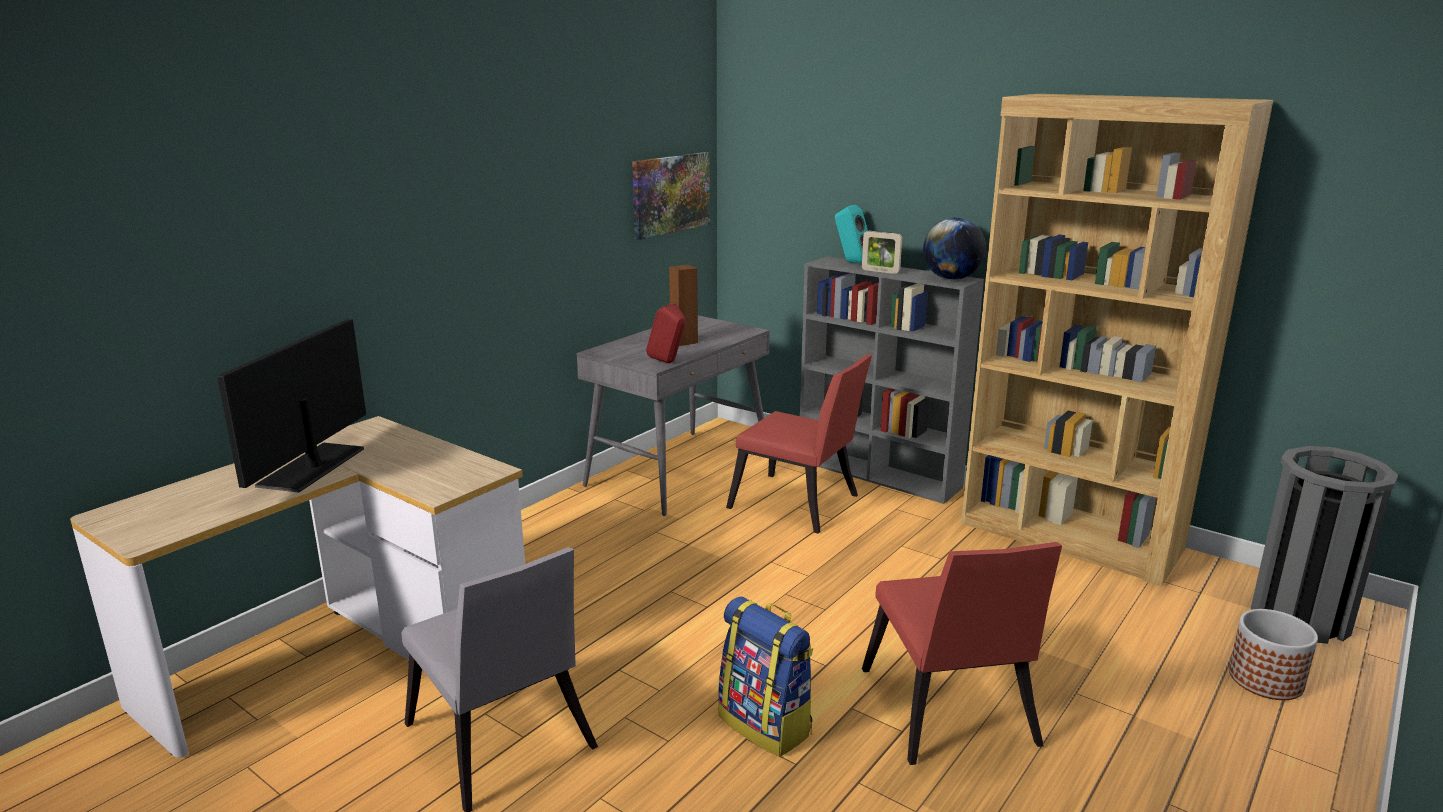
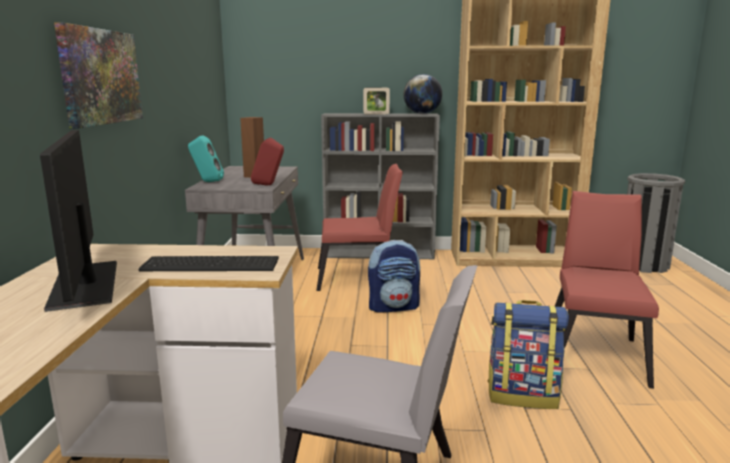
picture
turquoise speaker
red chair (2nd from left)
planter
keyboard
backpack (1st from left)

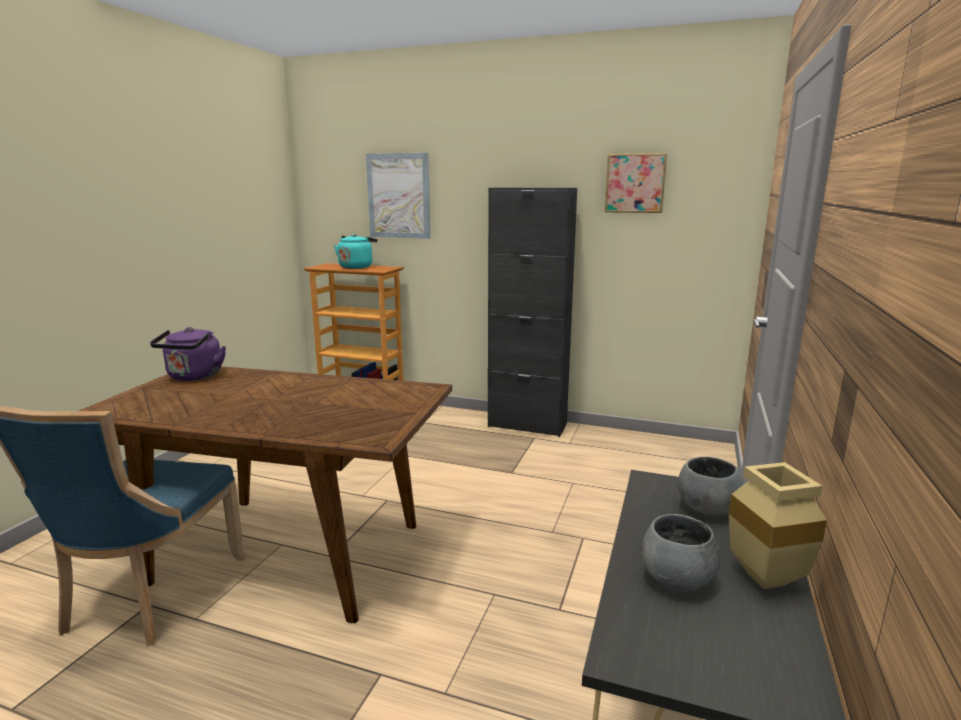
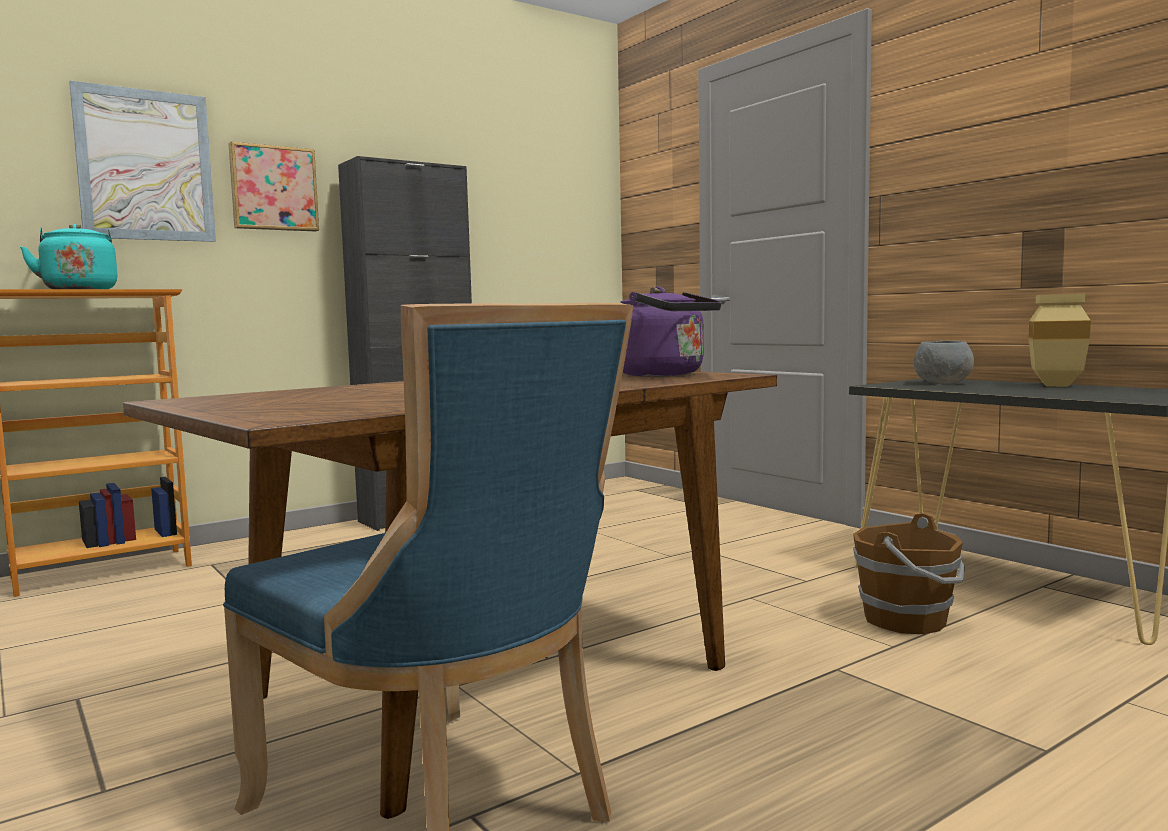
purple kettle
picture (2nd from left)
grey bowl (1st from left in the first image)
brown bucket

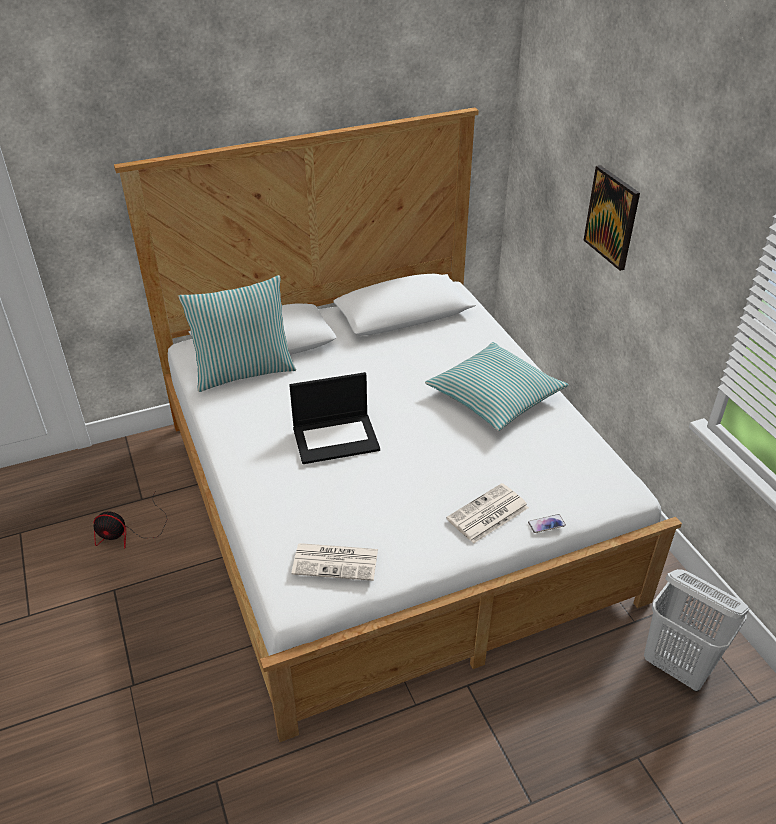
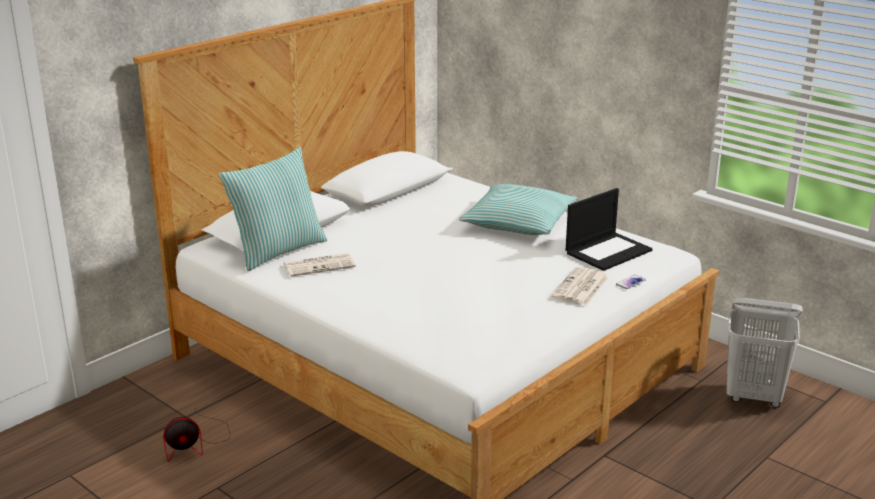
laptop
newspaper (1st from left)
picture

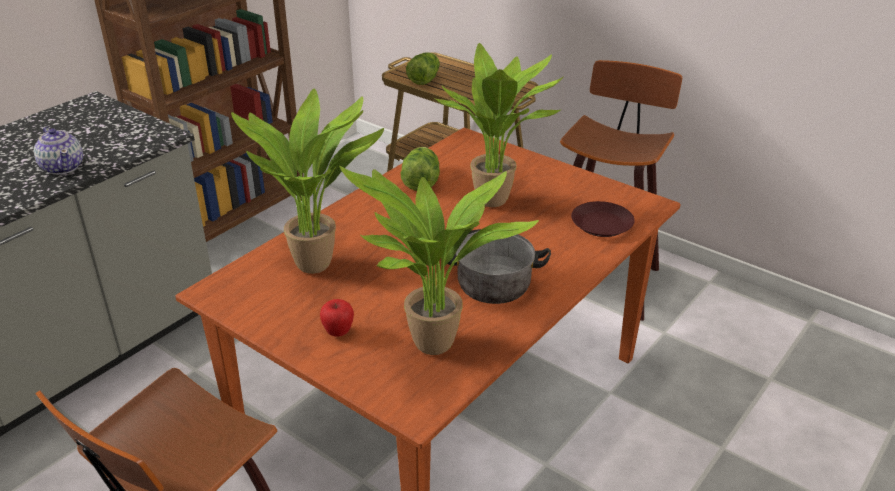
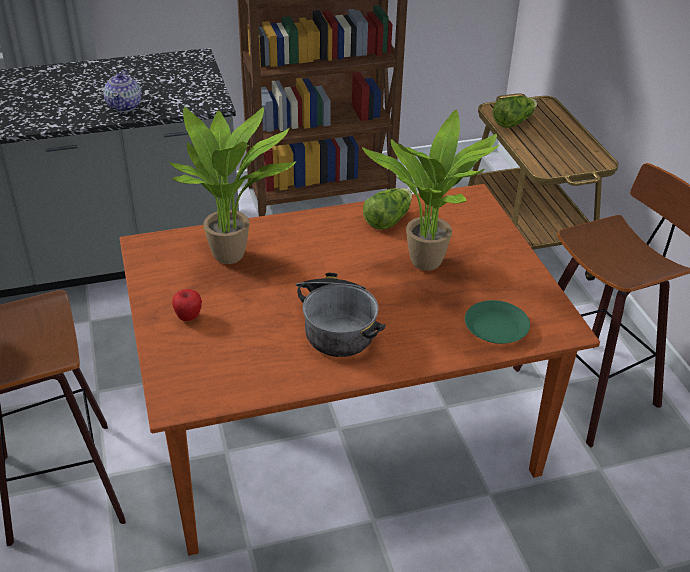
potted plant (2nd from left in the first image)
green plate

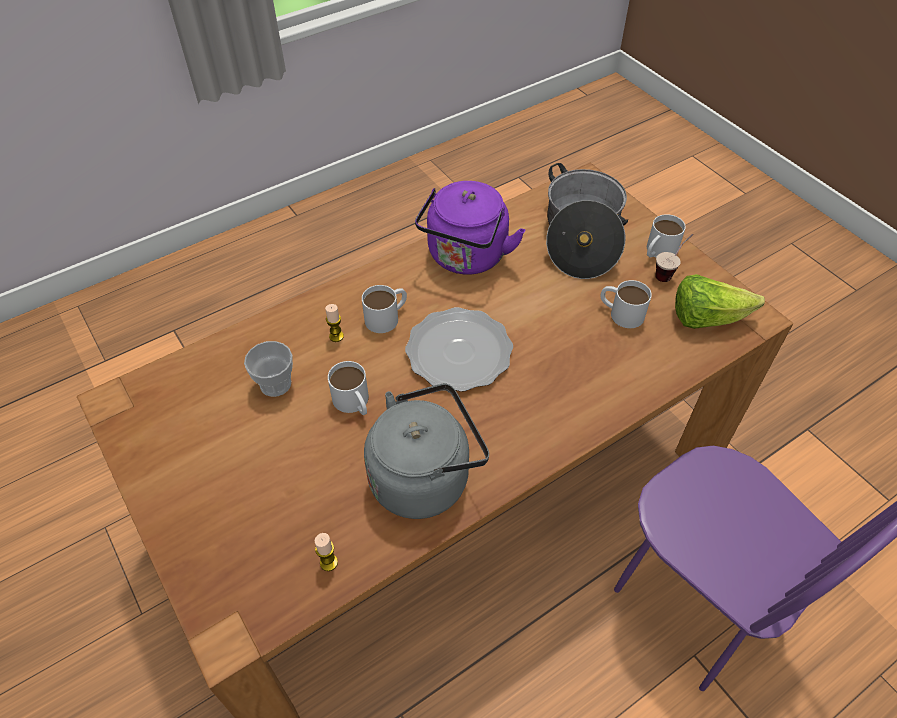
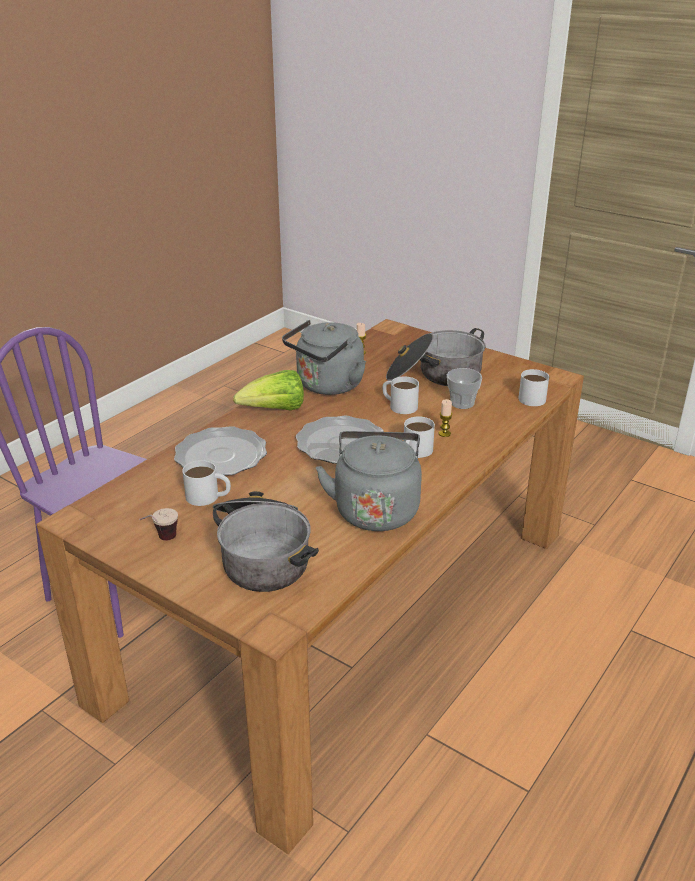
grey kettle (2nd from left)
white mug (4th from left)
lettuce
plate (1st from left)
cooking pot (2nd from left)

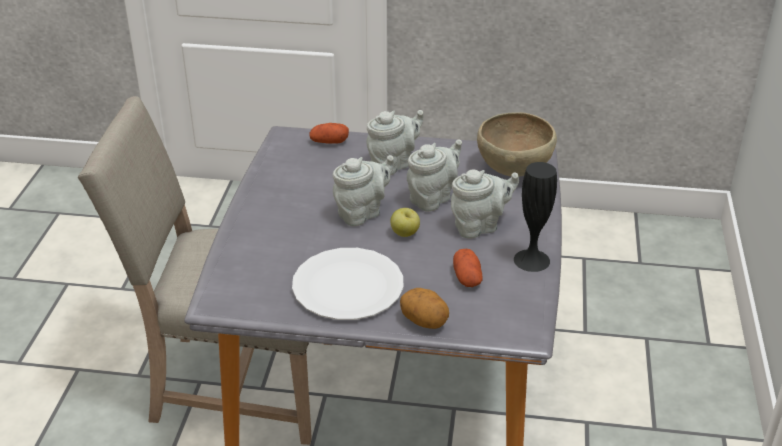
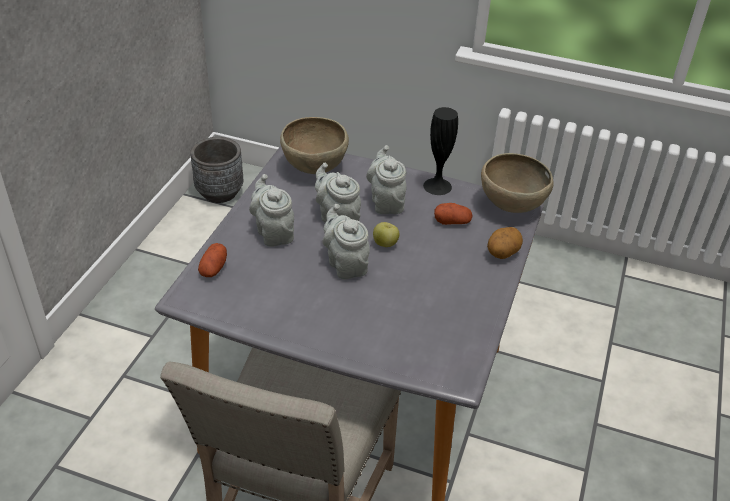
white plate
grey planter
brown bowl (2nd from left)

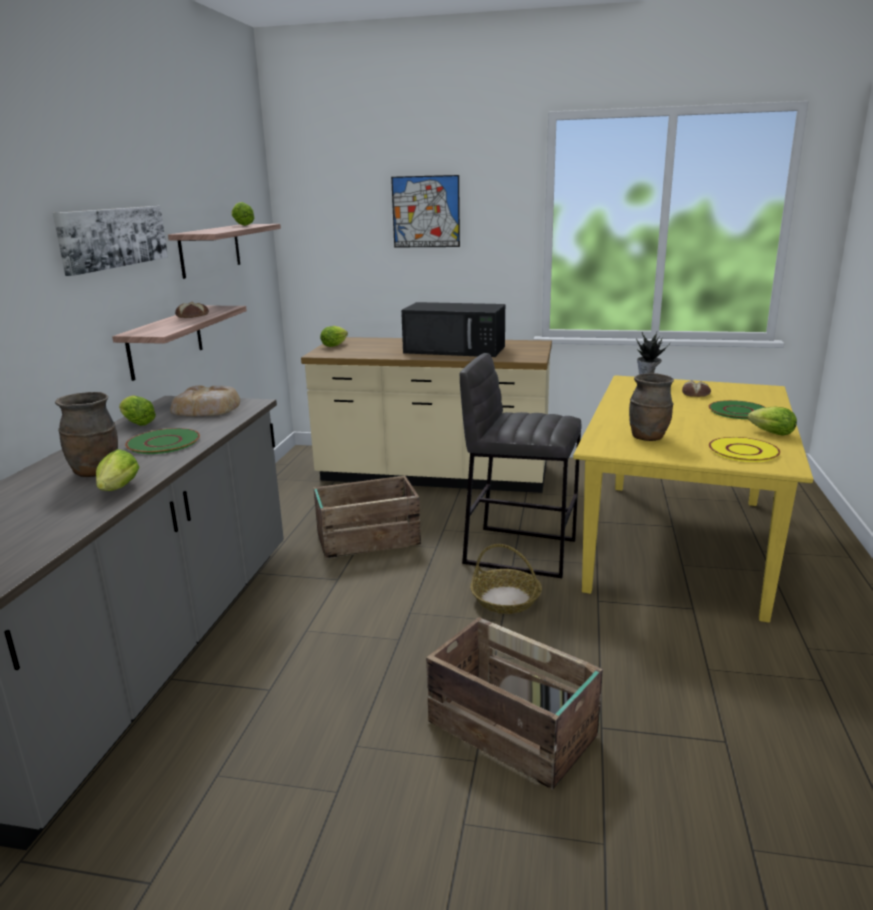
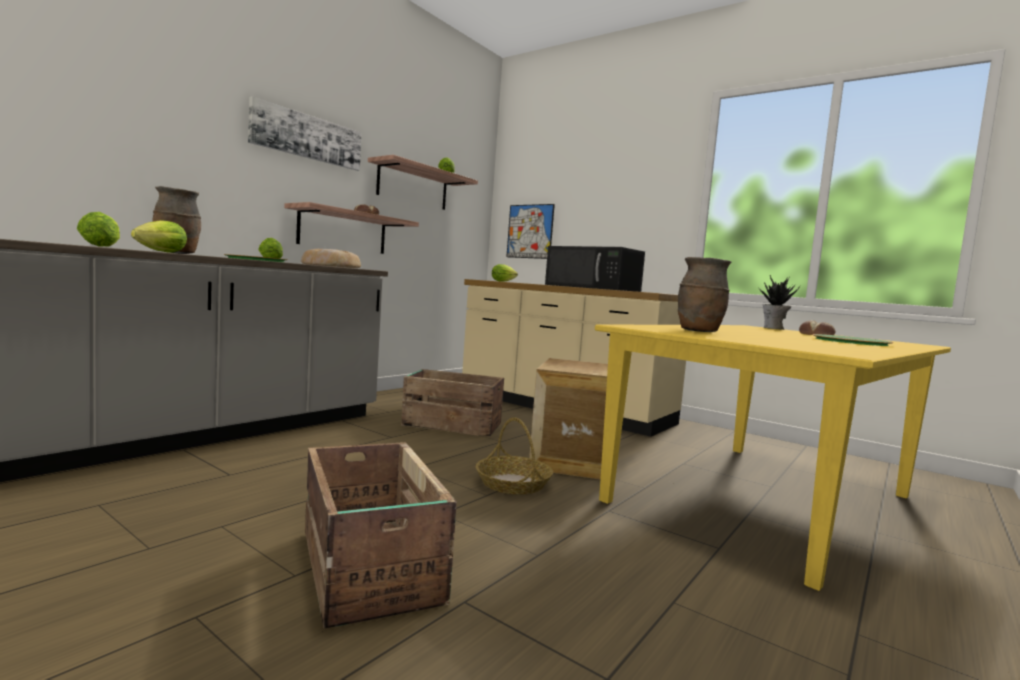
picture (2nd from left)
crate (3rd from left)
yellow plate
lettuce (1st from left)

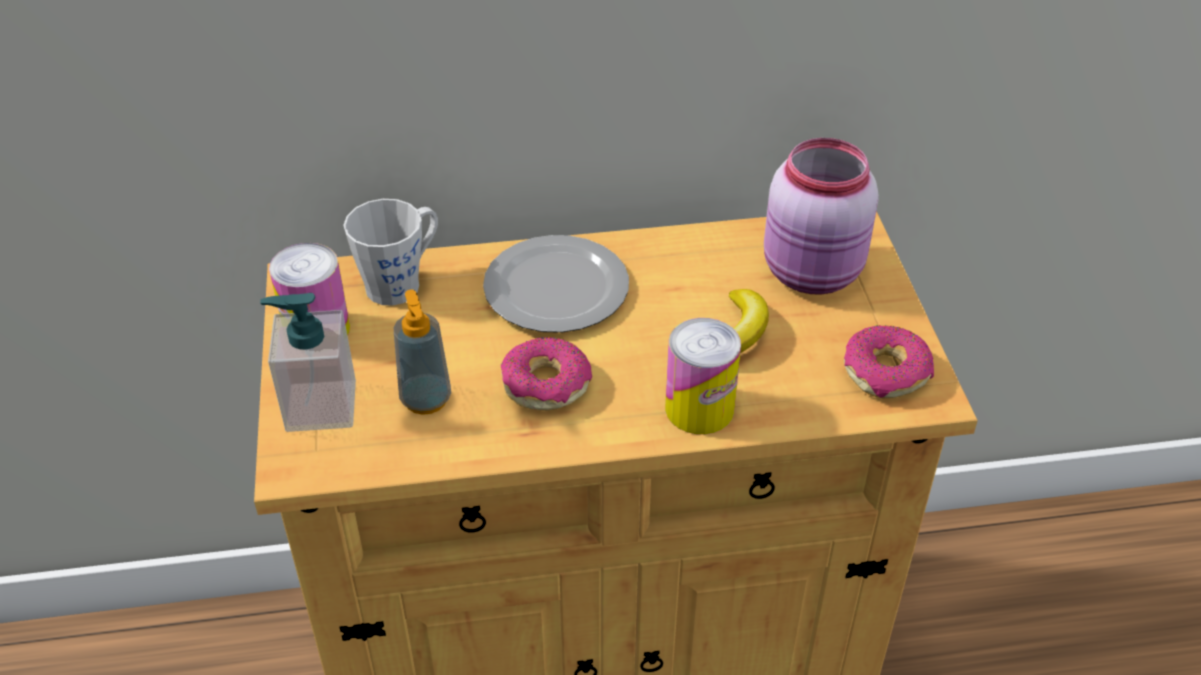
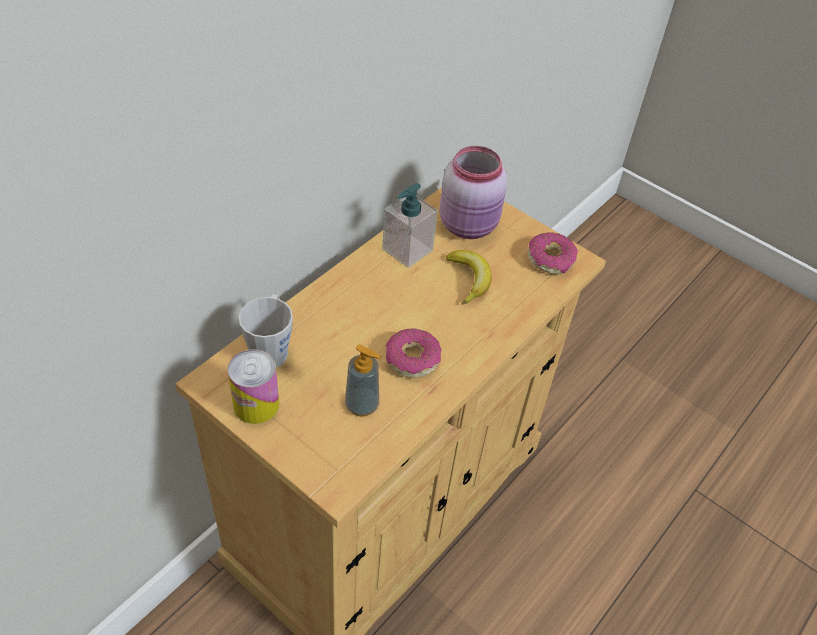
soap dispenser (2nd from left)
plate
can (2nd from left in the first image)

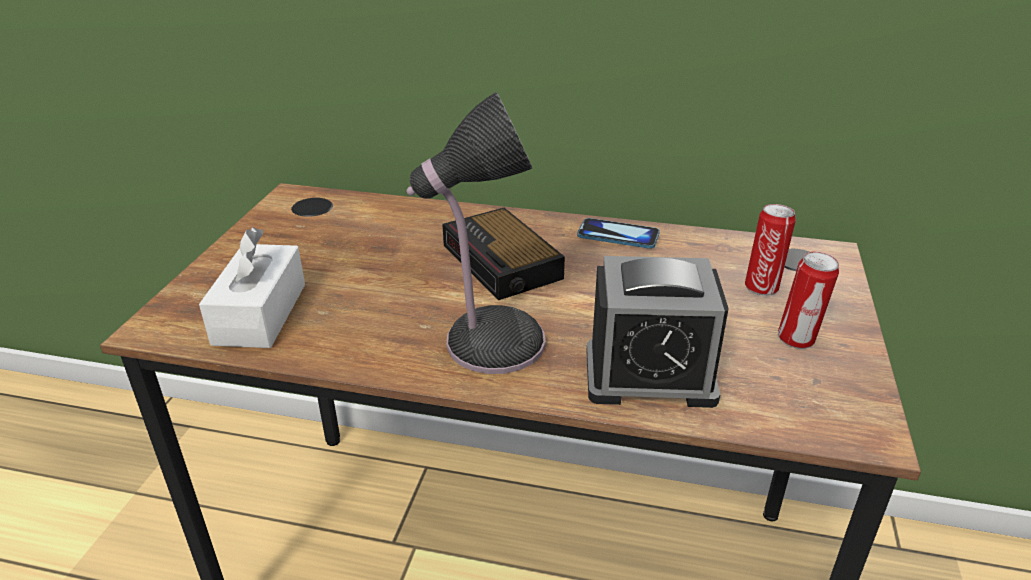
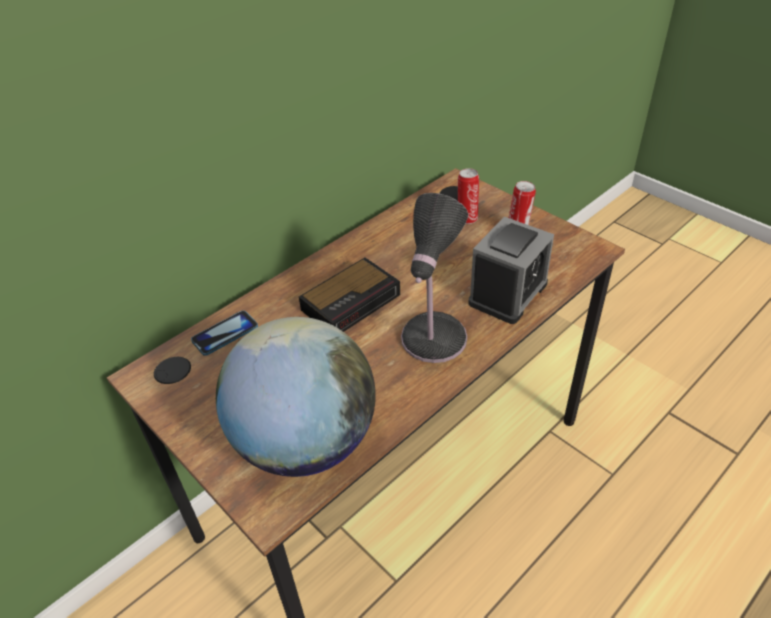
globe
alarm clock (1st from left)
phone

